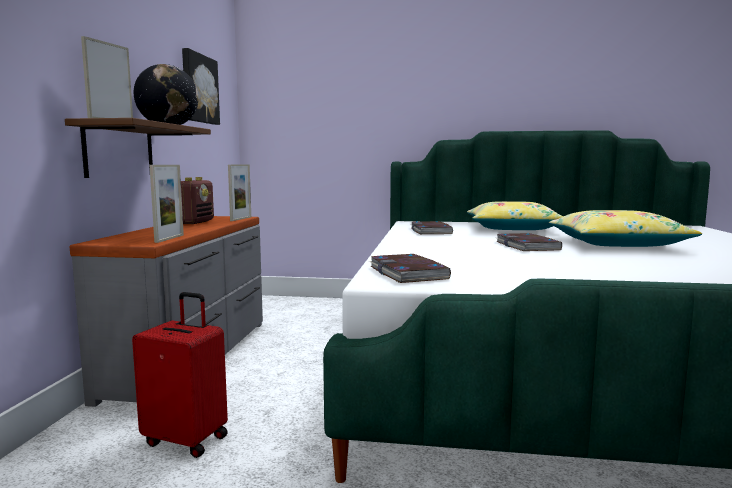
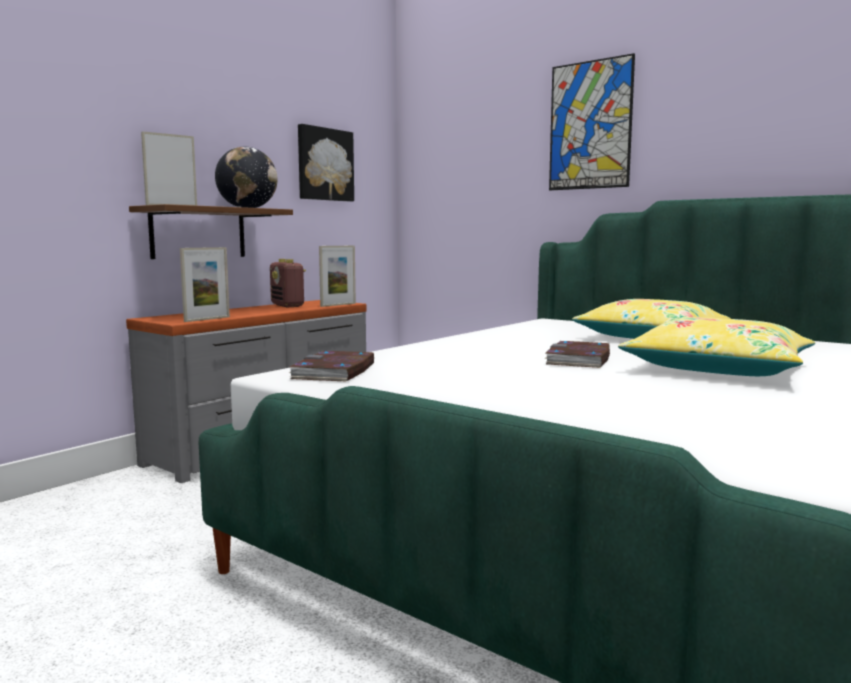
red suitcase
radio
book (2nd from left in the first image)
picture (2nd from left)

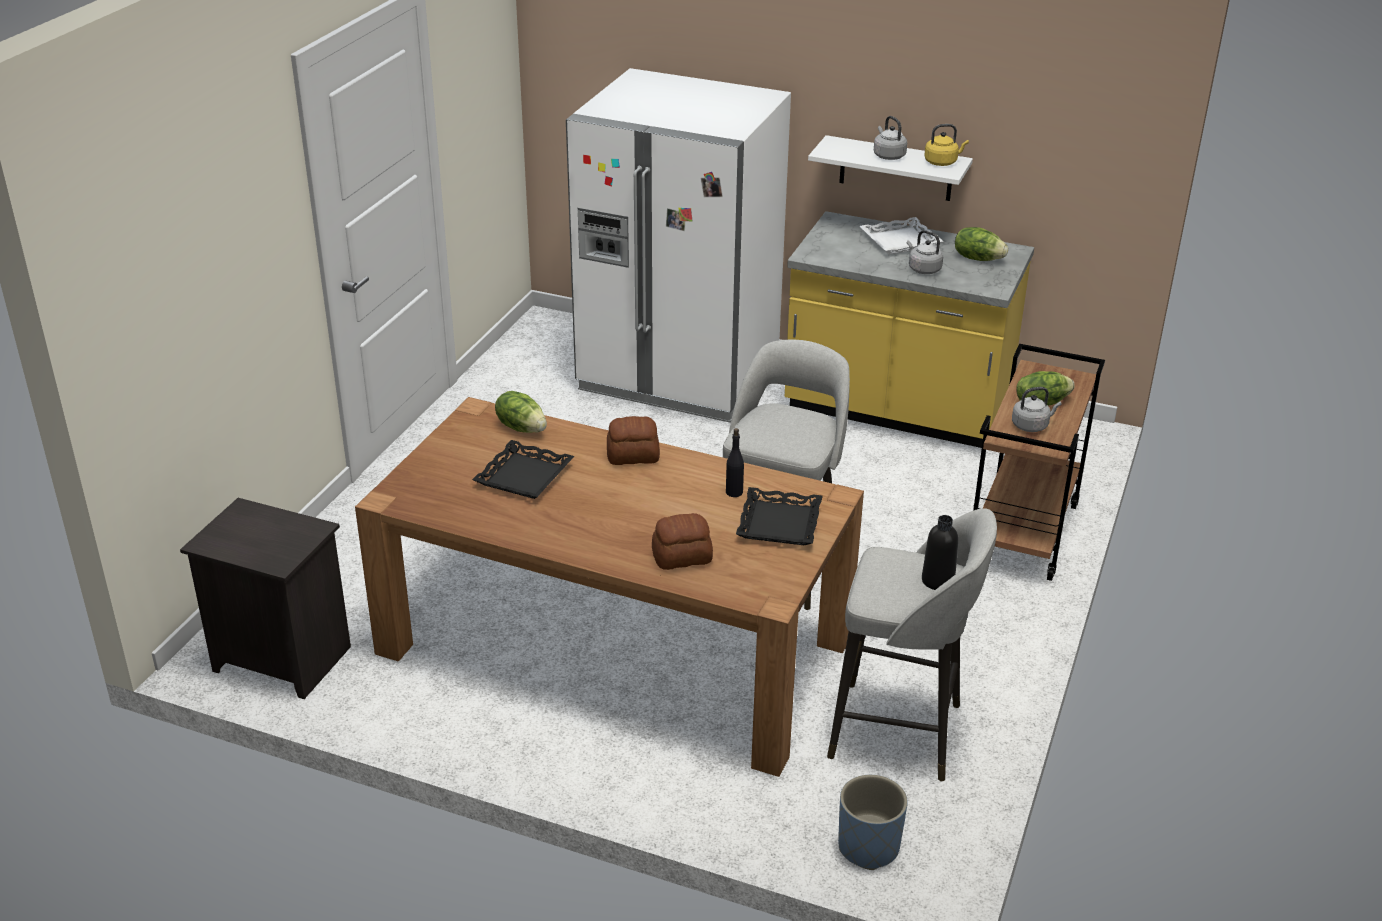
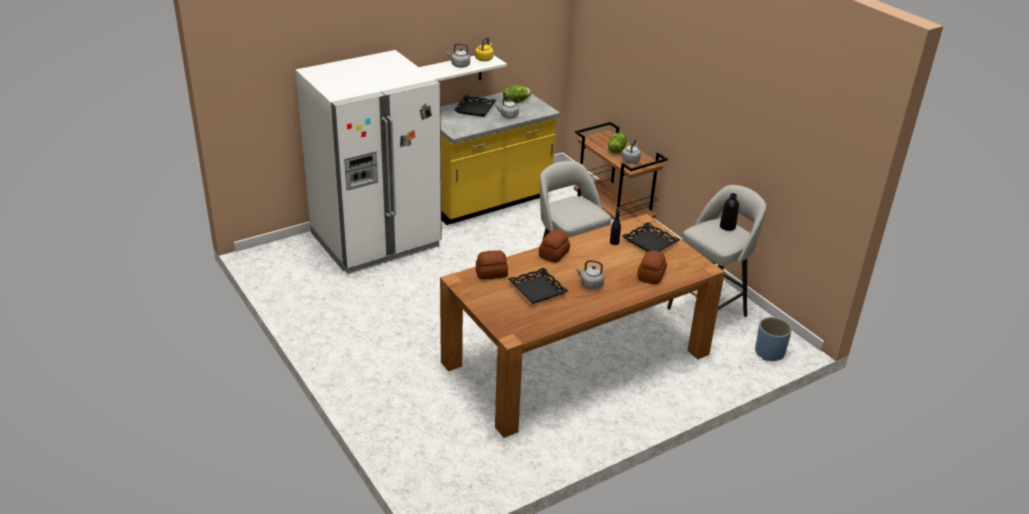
black nightstand
bread (1st from left)
black tray (1st from left)
grey kettle (3rd from left)

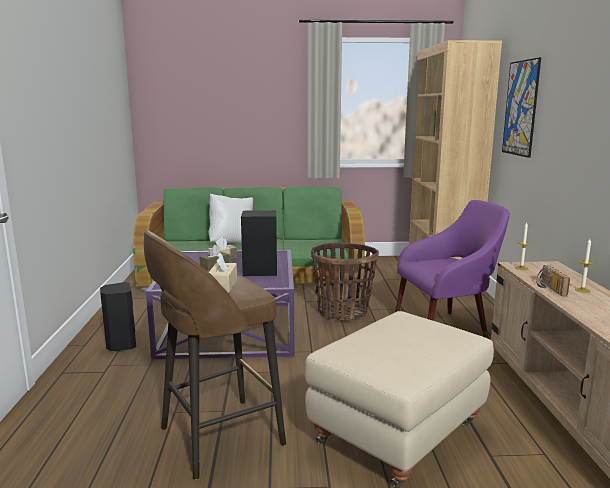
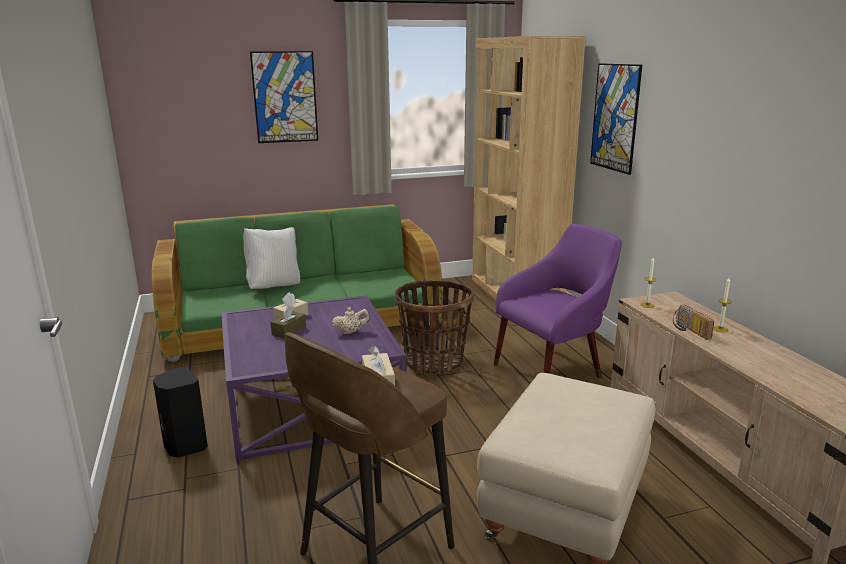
beige teapot
picture (1st from left)

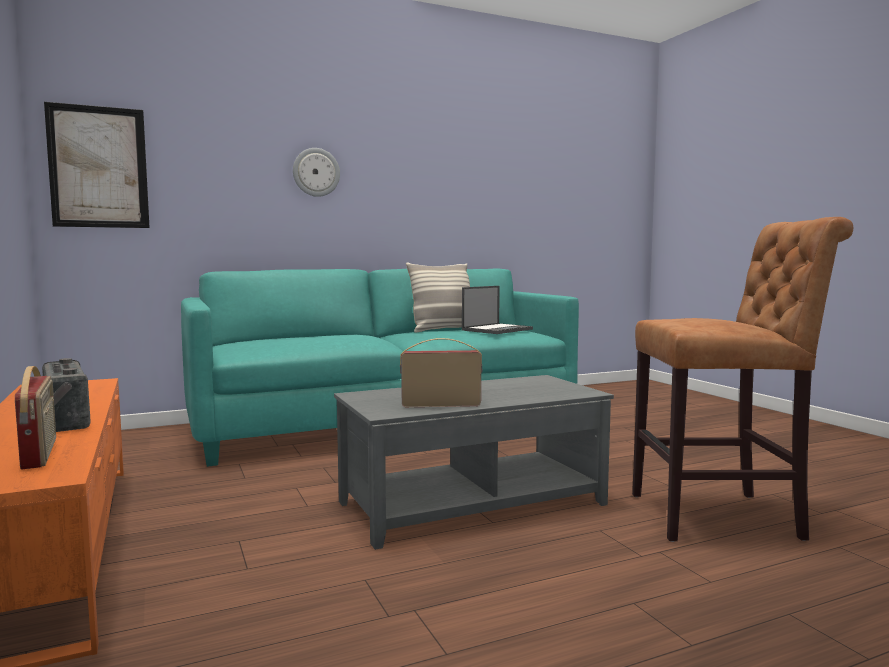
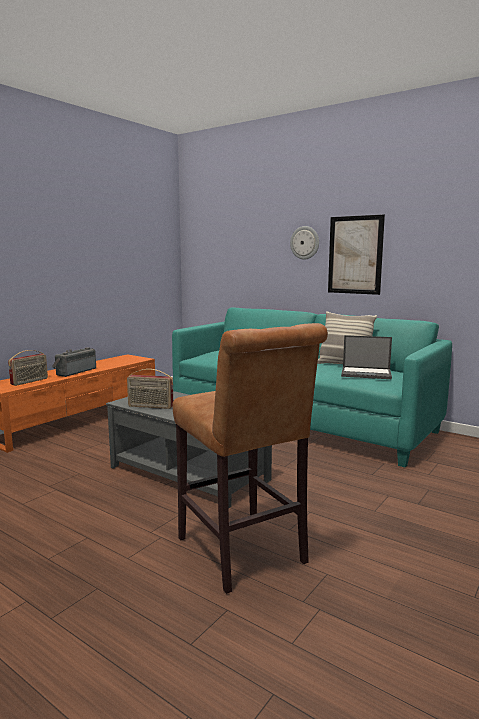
picture
radio (3rd from left)

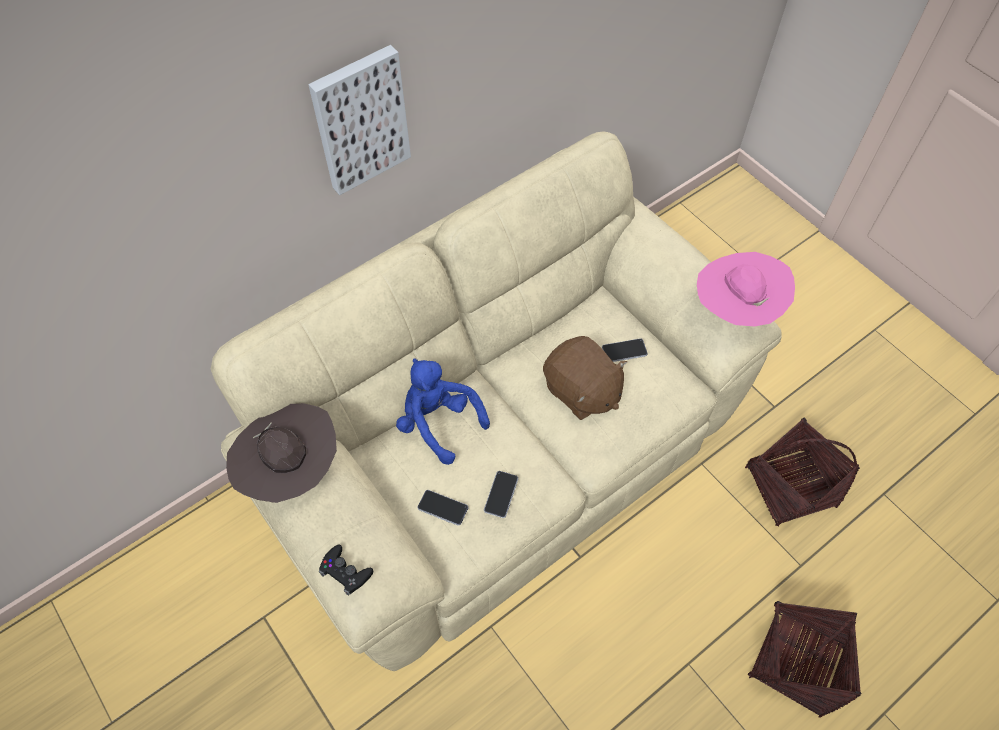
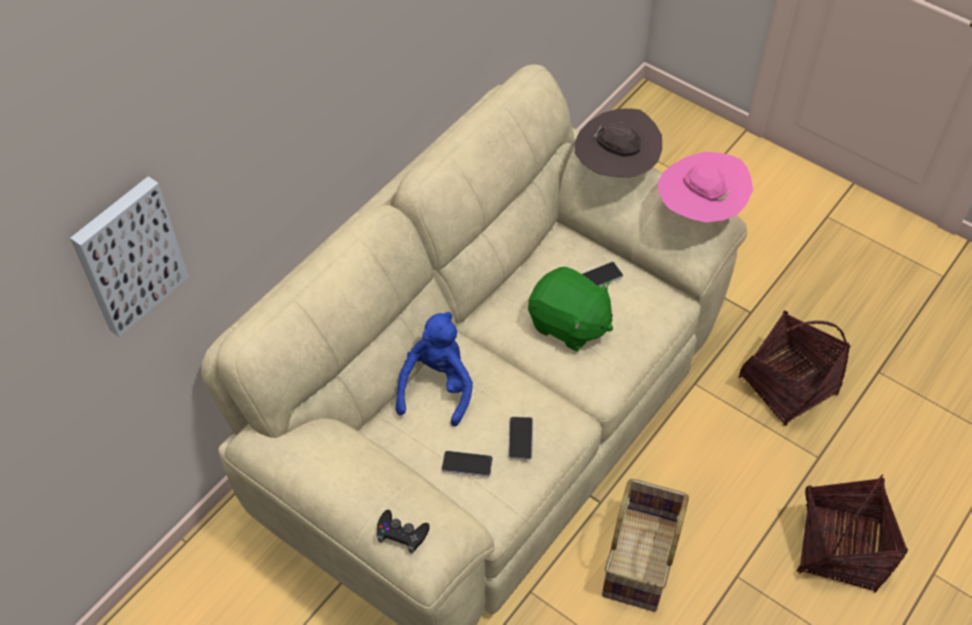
brown hat
picture
blue plush toy
green plush toy
basket (1st from left)

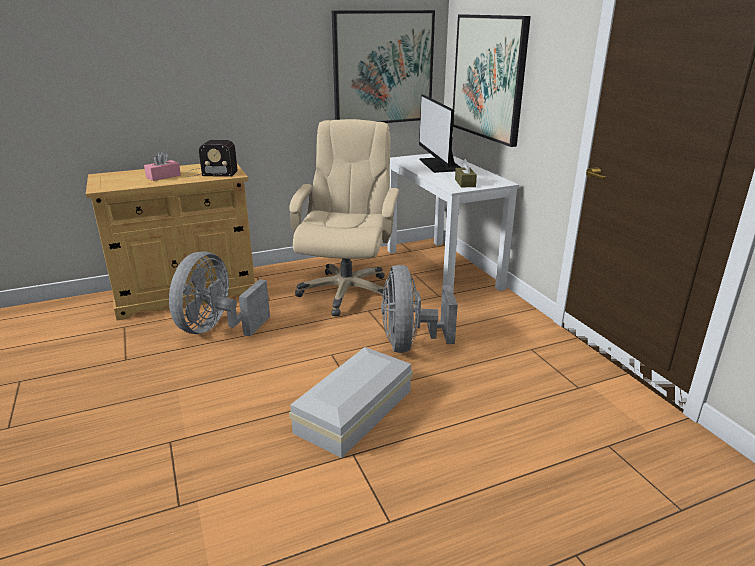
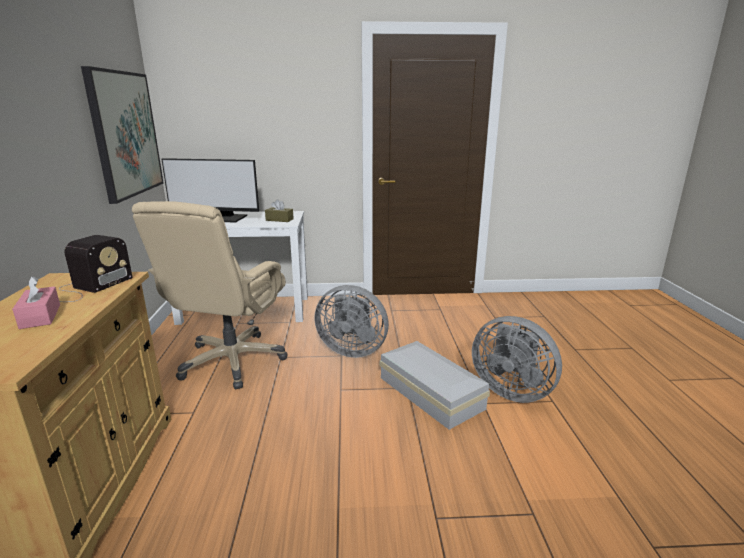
grey fan (2nd from left)
beige office chair
picture (2nd from left in the first image)

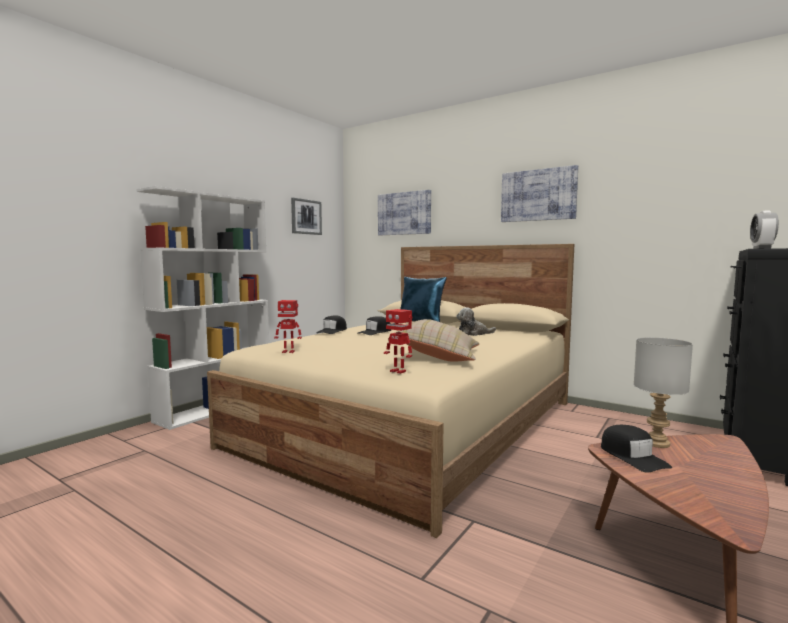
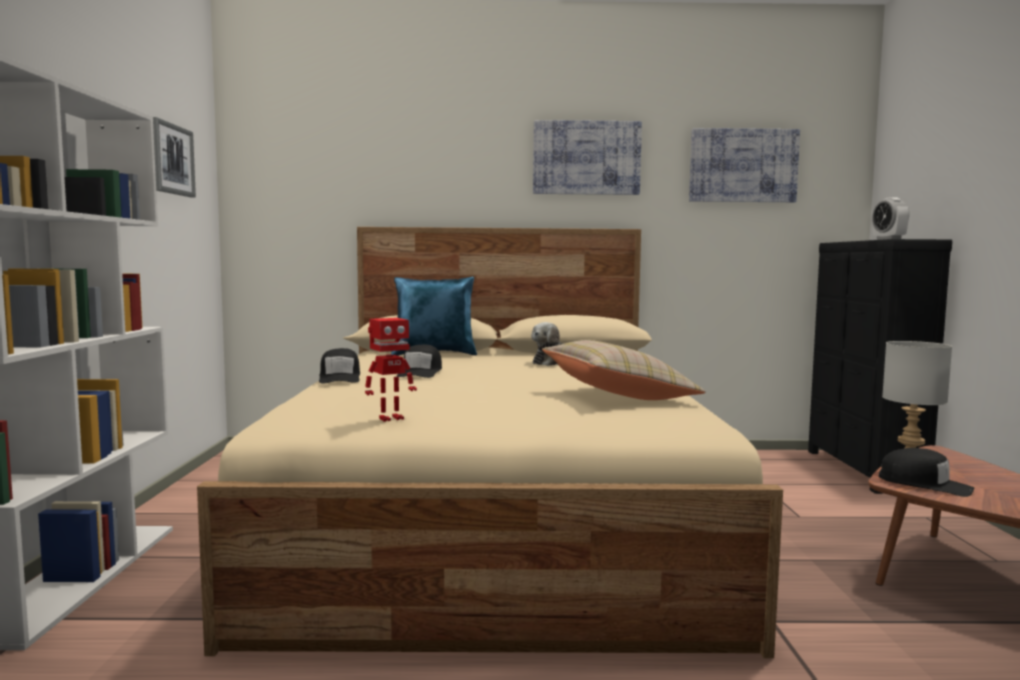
picture (3rd from left)
toy robot (2nd from left in the first image)

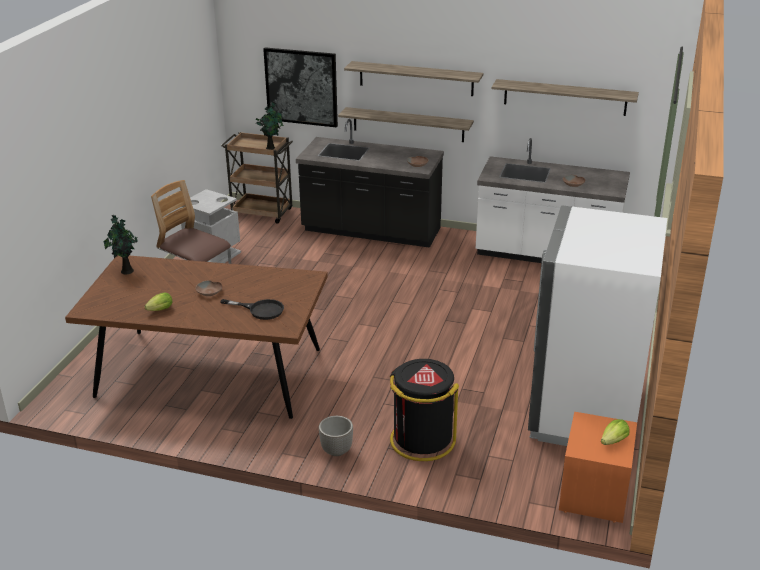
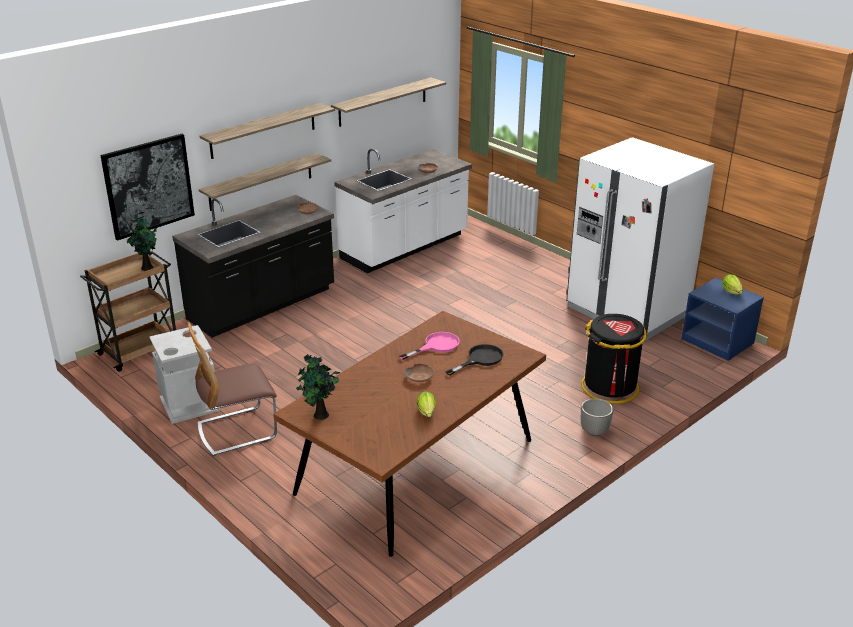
blue nightstand
pink frying pan

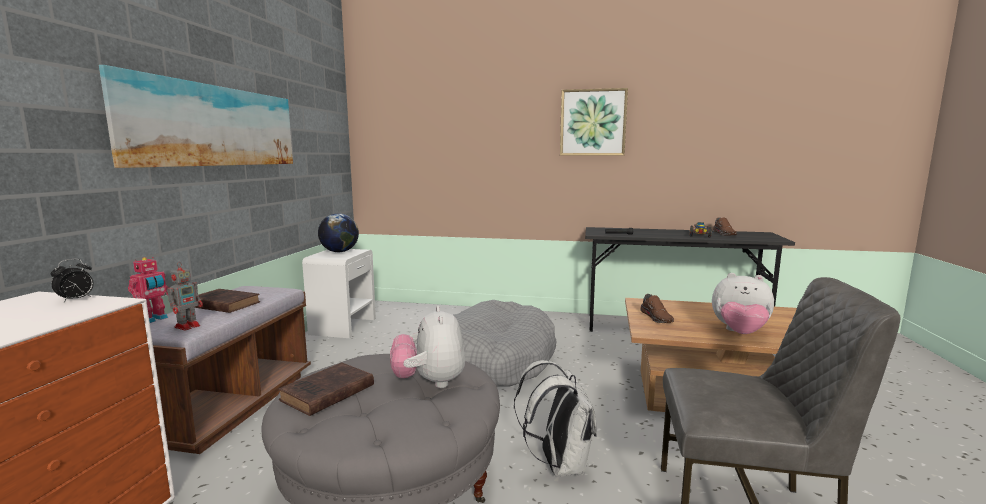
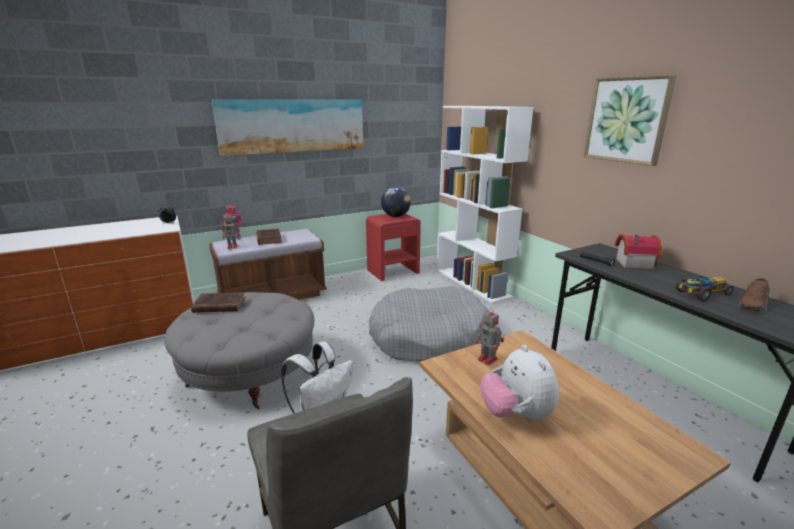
red nightstand
plush toy (1st from left in the first image)
toy robot (3rd from left)
white bookcase
toy house

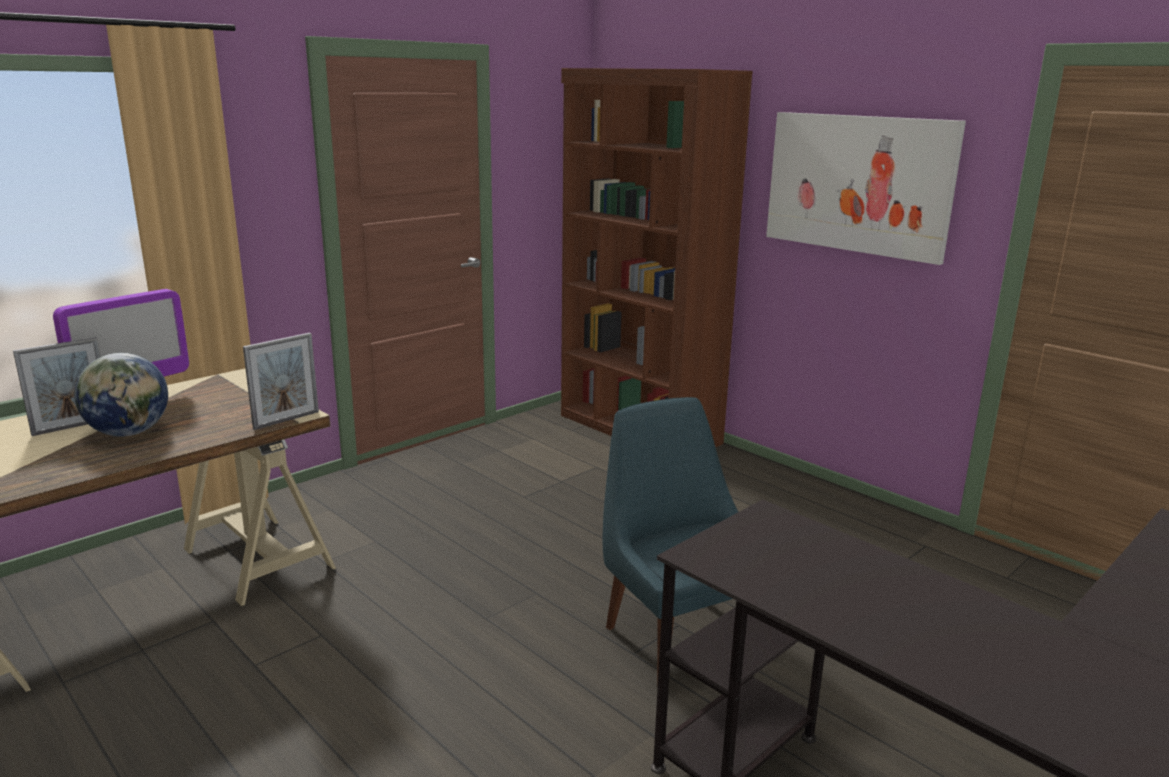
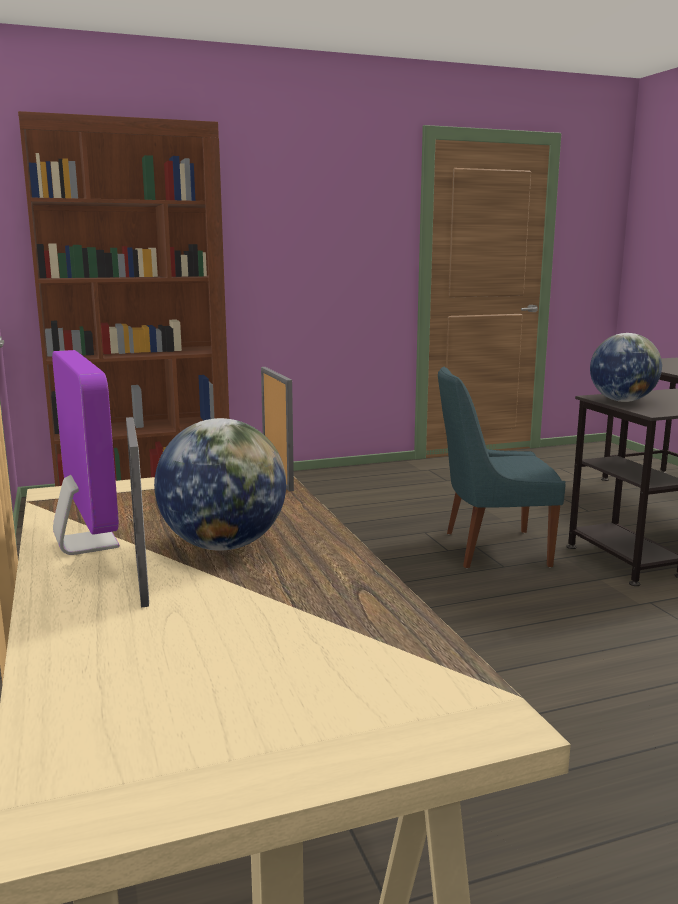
picture
globe (2nd from left)

